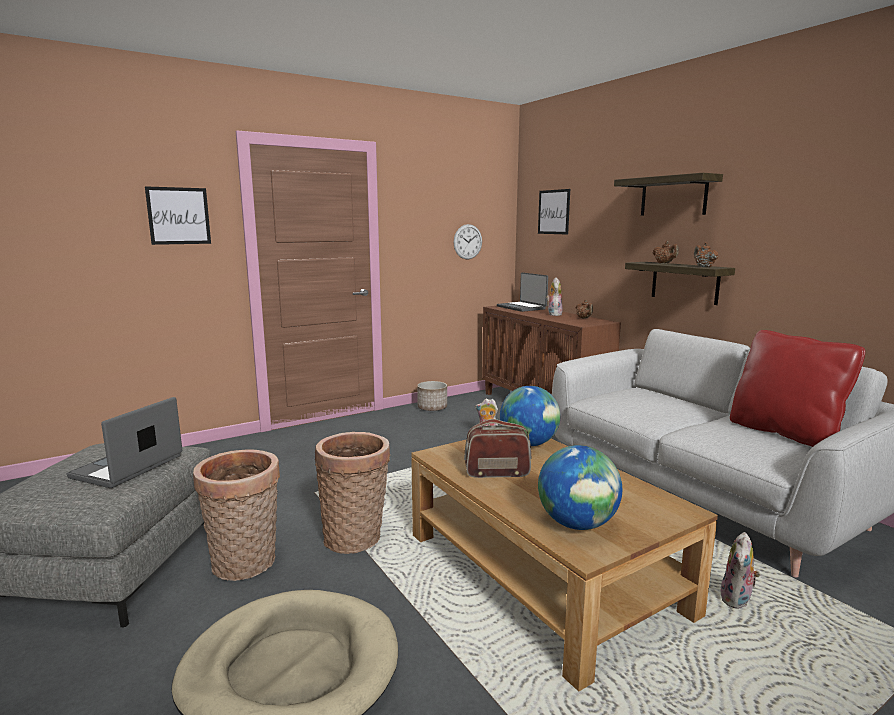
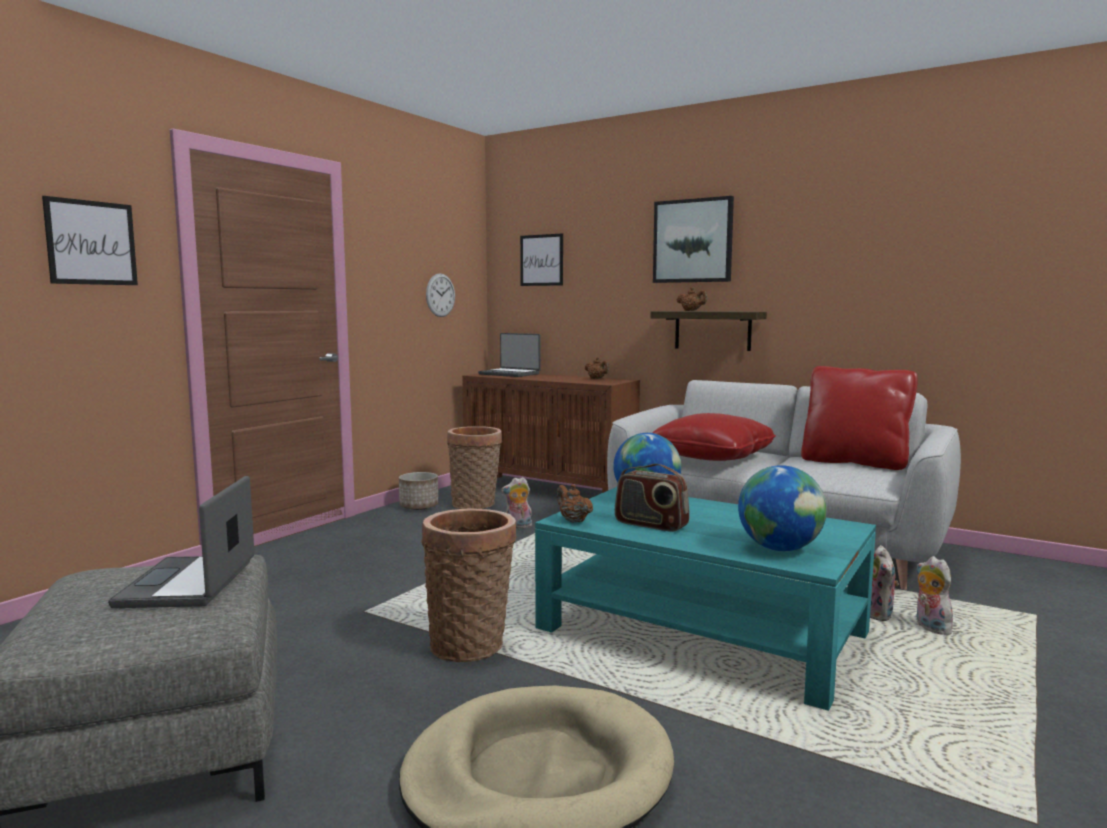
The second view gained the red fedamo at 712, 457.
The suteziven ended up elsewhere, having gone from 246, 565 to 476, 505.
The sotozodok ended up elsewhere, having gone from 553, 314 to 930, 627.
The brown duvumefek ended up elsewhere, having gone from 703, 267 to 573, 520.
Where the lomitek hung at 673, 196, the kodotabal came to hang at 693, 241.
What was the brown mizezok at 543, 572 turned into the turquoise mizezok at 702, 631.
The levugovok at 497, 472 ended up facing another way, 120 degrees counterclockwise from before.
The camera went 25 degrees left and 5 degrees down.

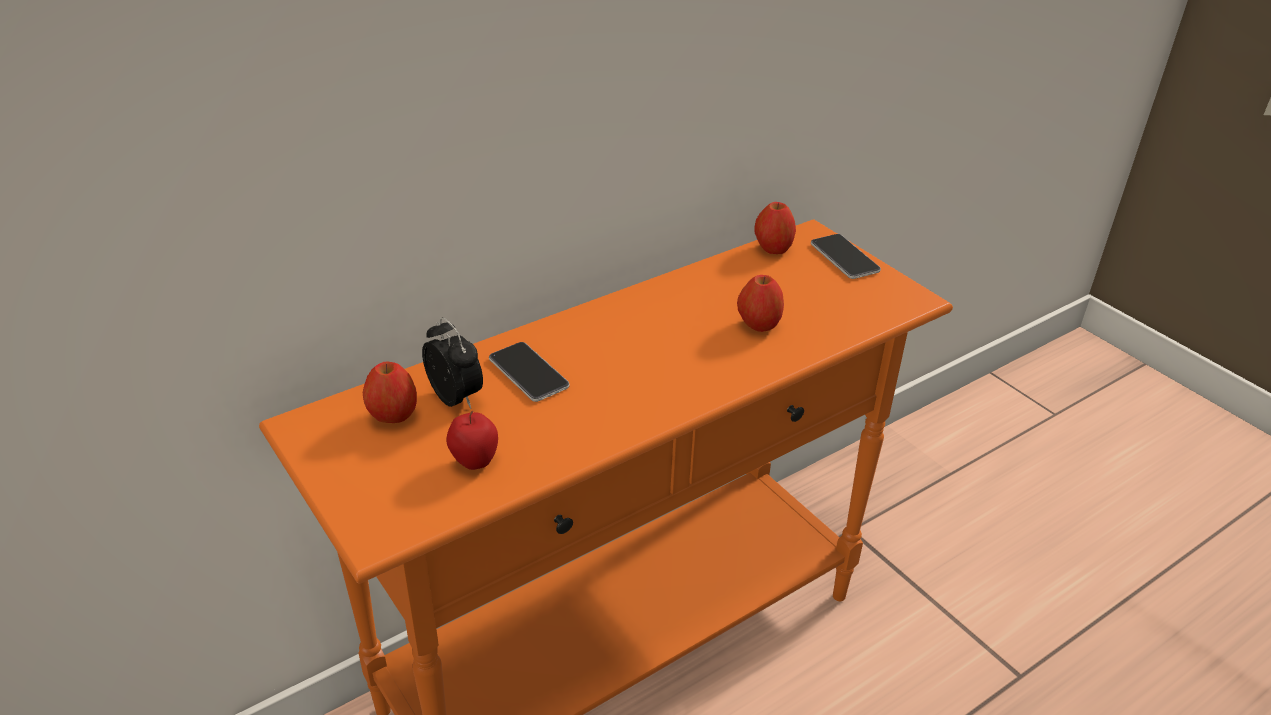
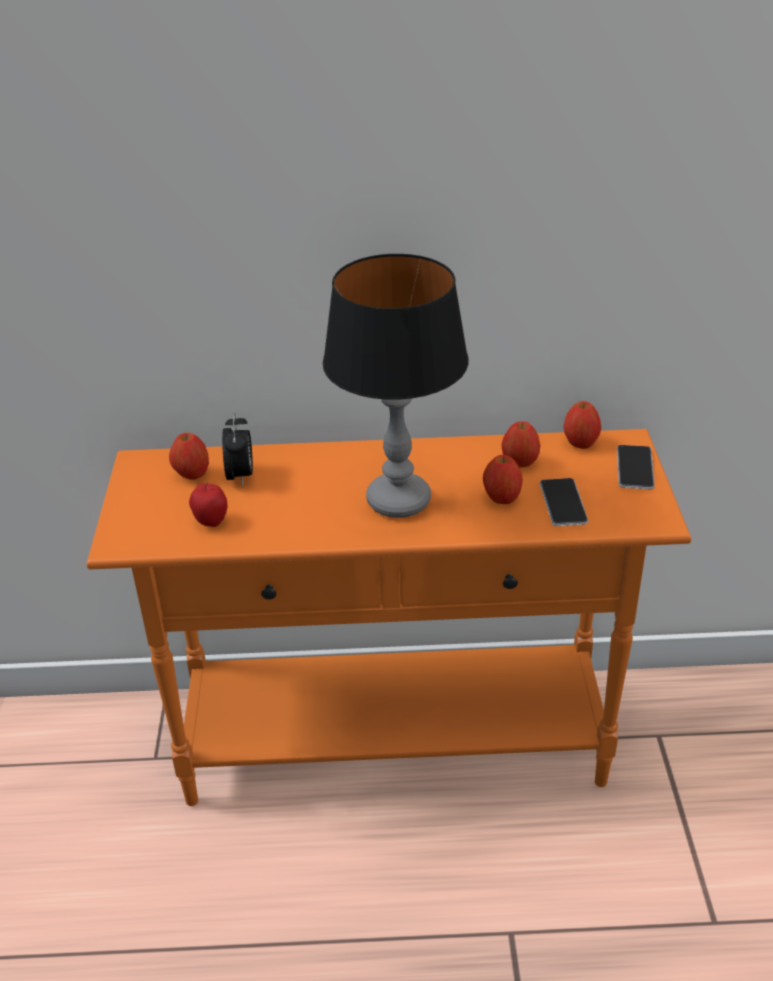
The second view gained the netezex at 398, 500.
The second view gained the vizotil at 519, 463.
The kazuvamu ended up elsewhere, having gone from 528, 373 to 563, 503.
The camera went 35 degrees right and 0 degrees up.

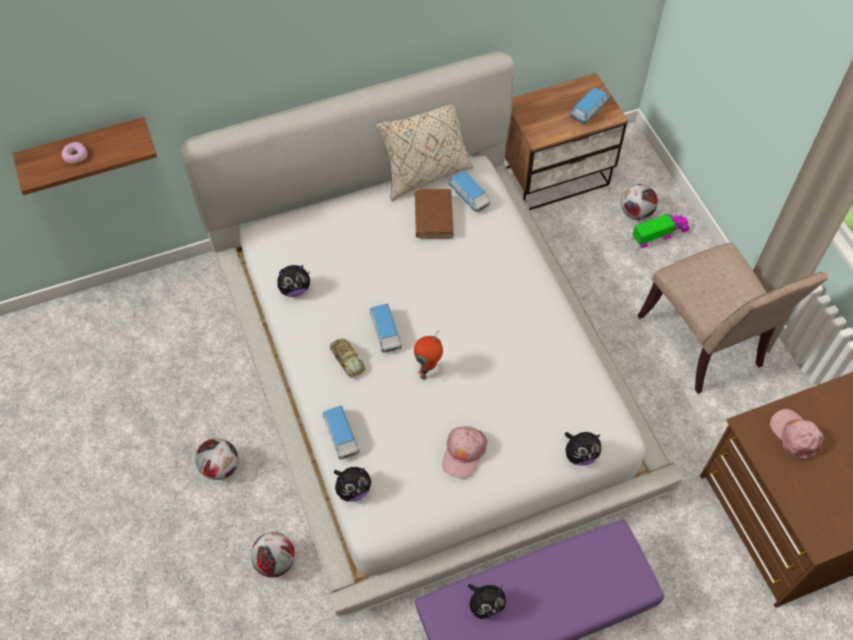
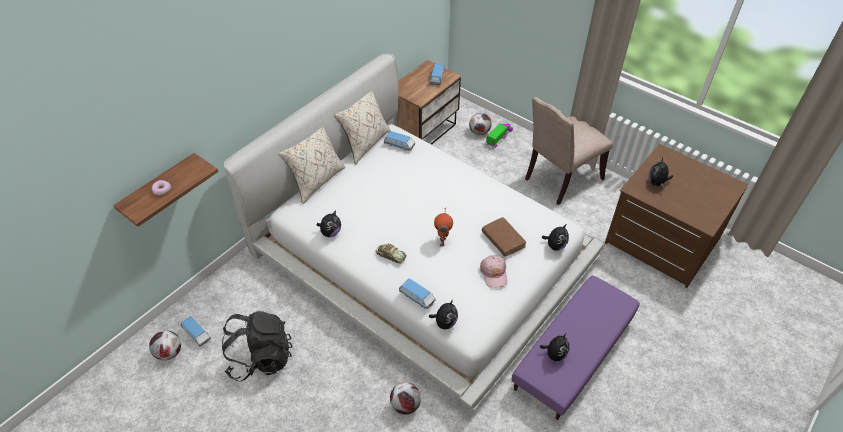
The second view gained the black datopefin at 261, 358.
The second view gained the beige fedamo at 316, 181.
The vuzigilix ended up elsewhere, having gone from 220, 467 to 169, 352.
The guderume ended up elsewhere, having gone from 385, 332 to 197, 334.
The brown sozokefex ended up elsewhere, having gone from 433, 218 to 503, 240.
Where the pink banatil stood at 795, 435, the sotozodok came to stand at 657, 183.
The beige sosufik at 705, 344 ended up facing another way, 105 degrees clockwise from before.
The camera went 30 degrees left and 10 degrees down.

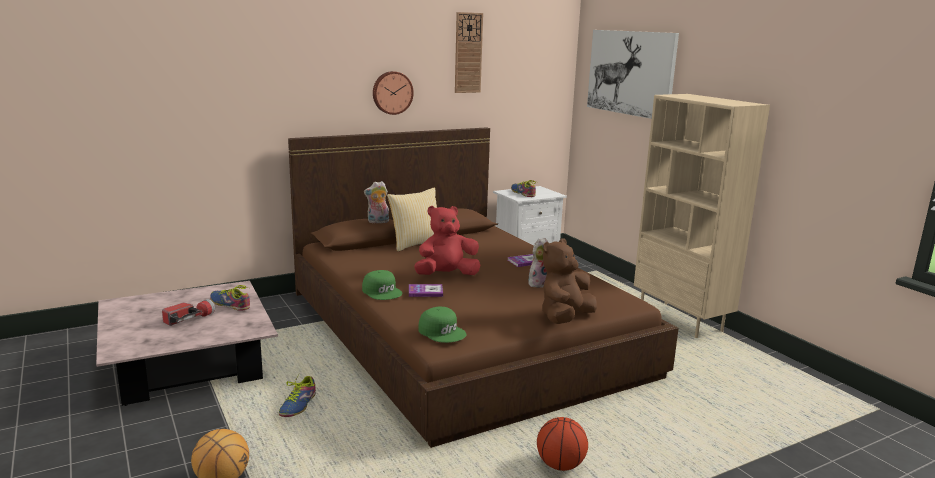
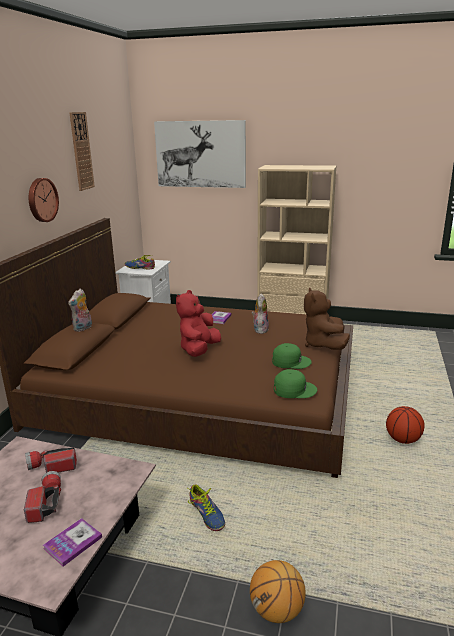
The second view lost the fedamo at 416, 244.
The green banatil ended up elsewhere, having gone from 382, 291 to 290, 361.
The sozokefex ended up elsewhere, having gone from 425, 292 to 73, 542.
Where the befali stood at 230, 304, the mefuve came to stand at 52, 466.
The camera went 45 degrees left and 5 degrees up.

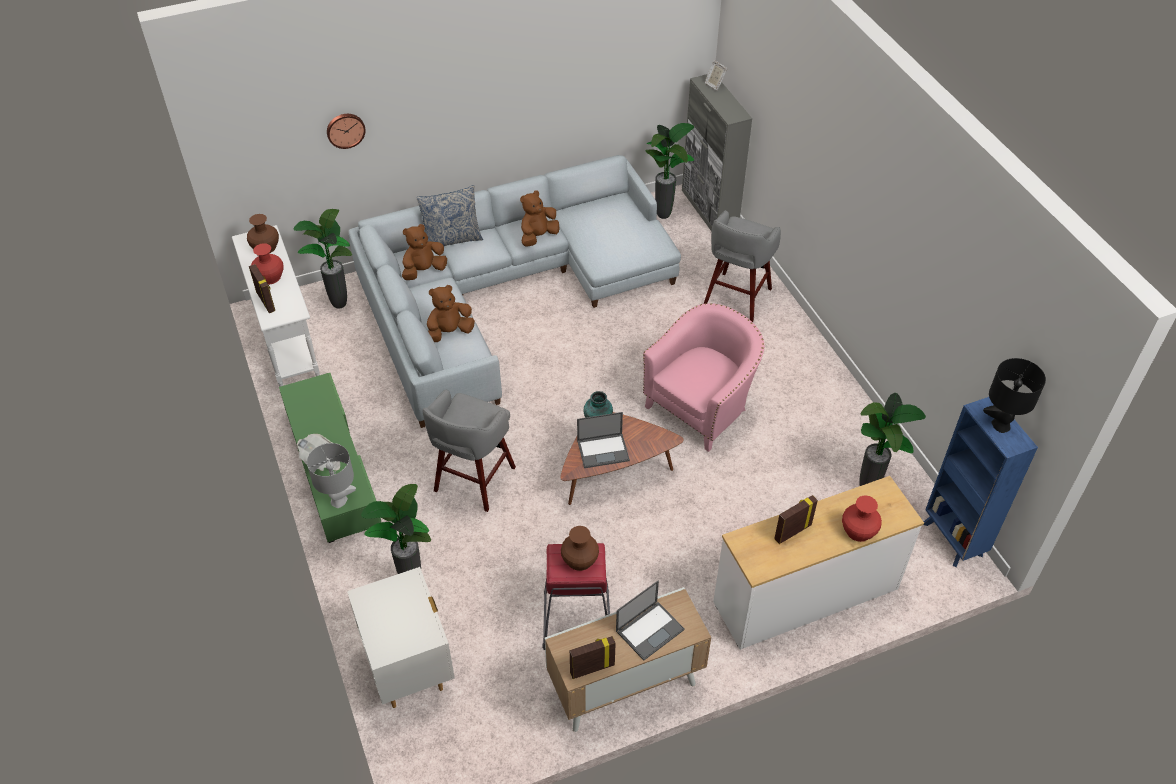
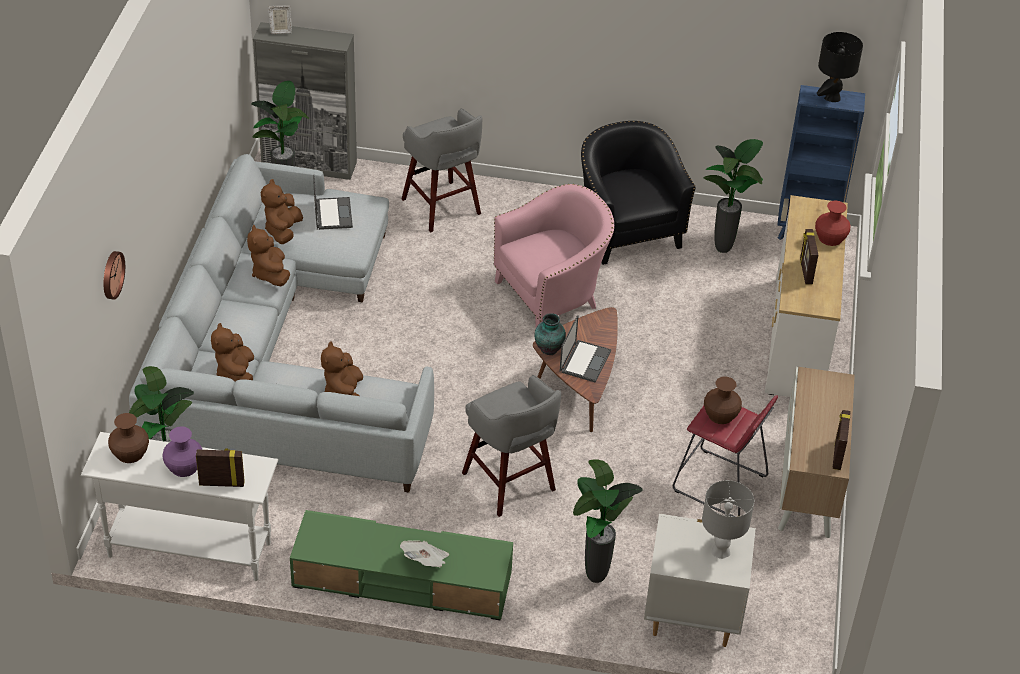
The second view lost the fedamo at 452, 239.
The second view gained the brown sotozodok at 283, 231.
The second view gained the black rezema at 627, 231.
The grey netezex ended up elsewhere, having gone from 339, 501 to 720, 550.
The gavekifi ended up elsewhere, having gone from 650, 629 to 332, 213.
What was the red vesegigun at 270, 277 turned into the purple vesegigun at 184, 466.
The pink rezema at 702, 407 ended up facing another way, 75 degrees clockwise from before.
The camera went 60 degrees left and 5 degrees down.

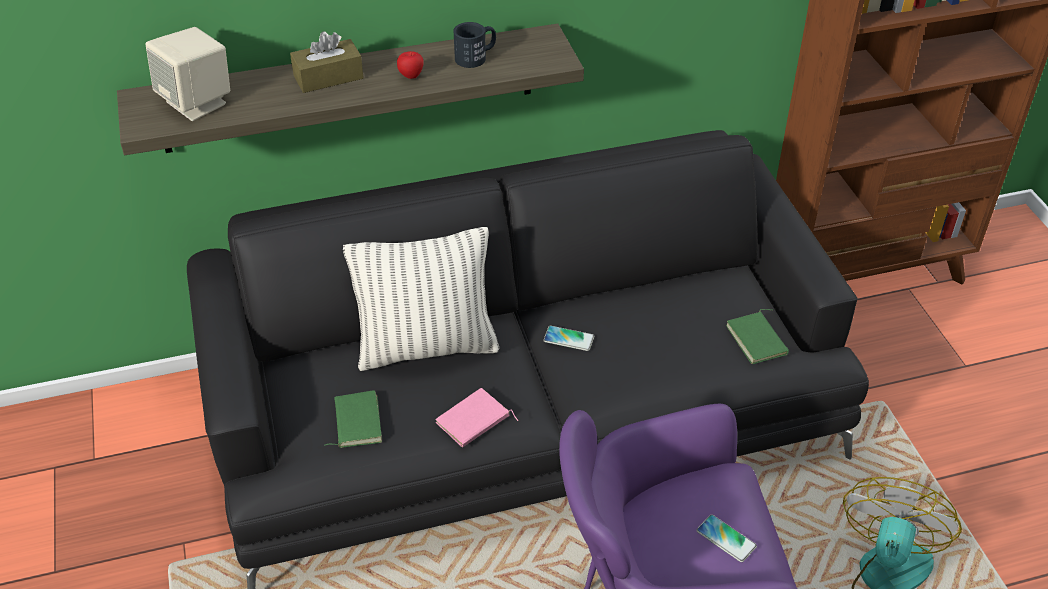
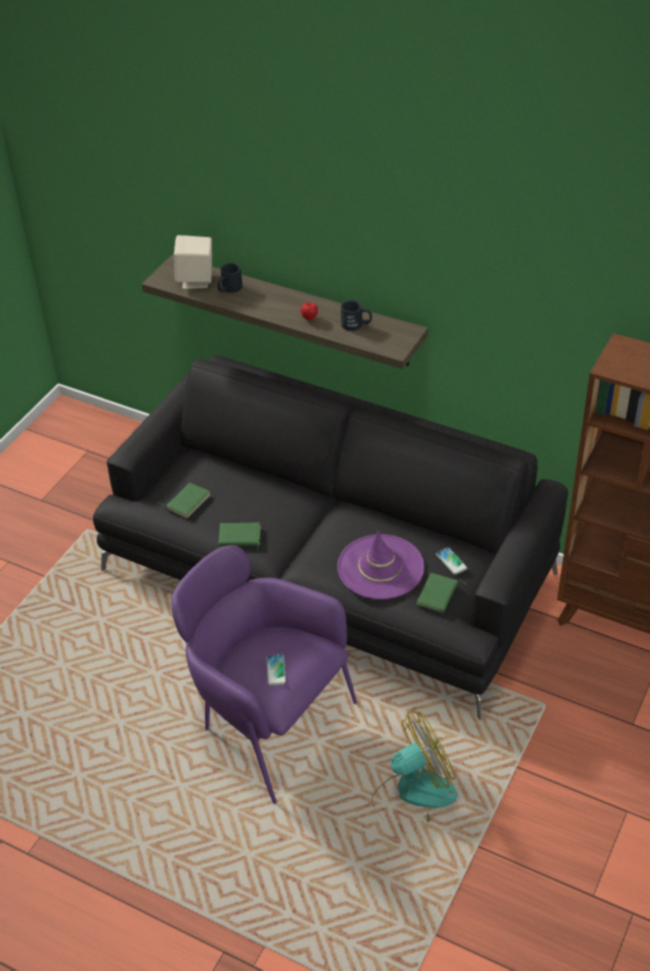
The second view lost the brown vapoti at 328, 77.
The second view lost the fedamo at 427, 347.
The second view gained the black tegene at 229, 289.
The second view gained the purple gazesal at 380, 567.
The kazuvamu ended up elsewhere, having gone from 568, 339 to 451, 561.
What was the pink sozokefex at 474, 422 turned into the green sozokefex at 239, 538.
The camera went 45 degrees right and 0 degrees up.

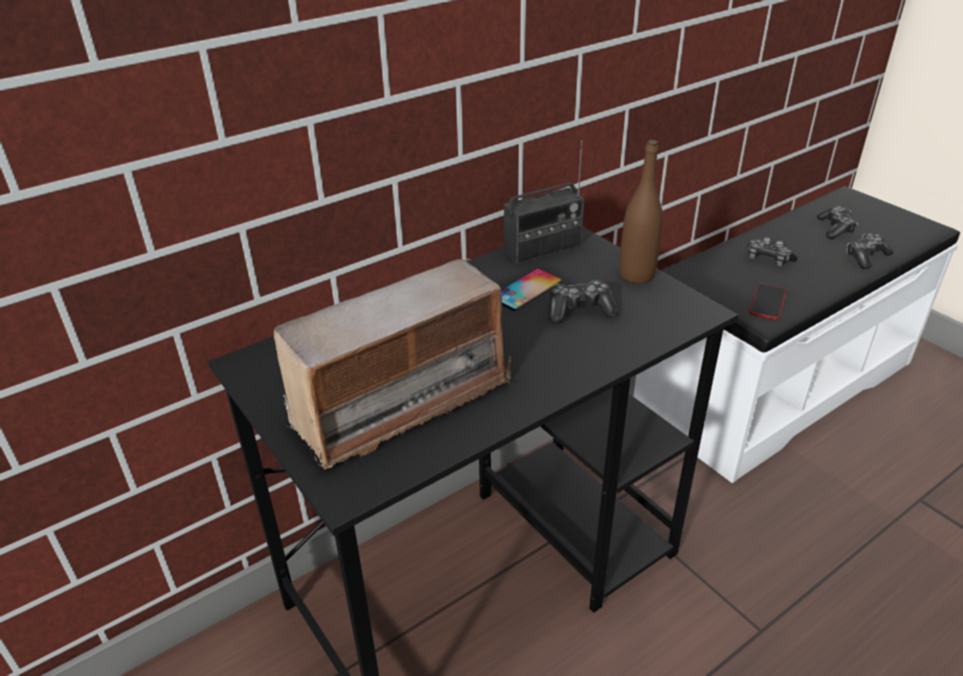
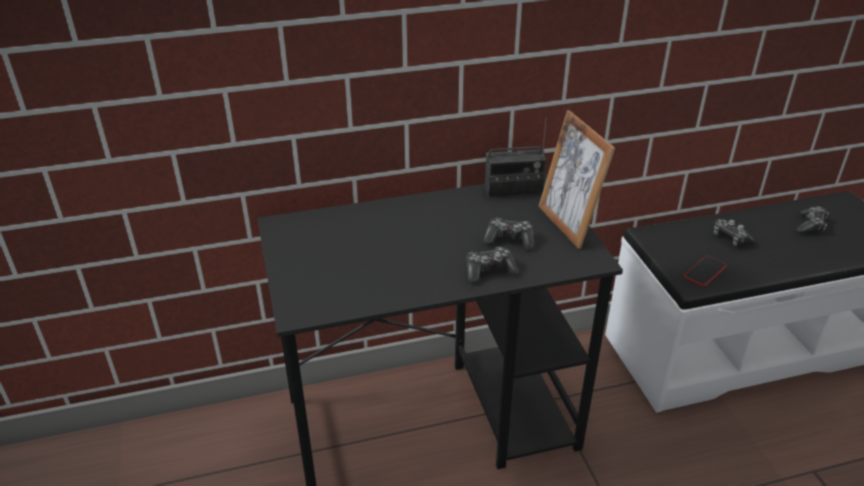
The second view lost the levugovok at 401, 402.
The second view lost the kazuvamu at 526, 290.
The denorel ended up elsewhere, having gone from 866, 257 to 489, 271.
Where the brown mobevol stood at 636, 275, the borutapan came to stand at 568, 224.
The camera went 20 degrees right and 0 degrees up.

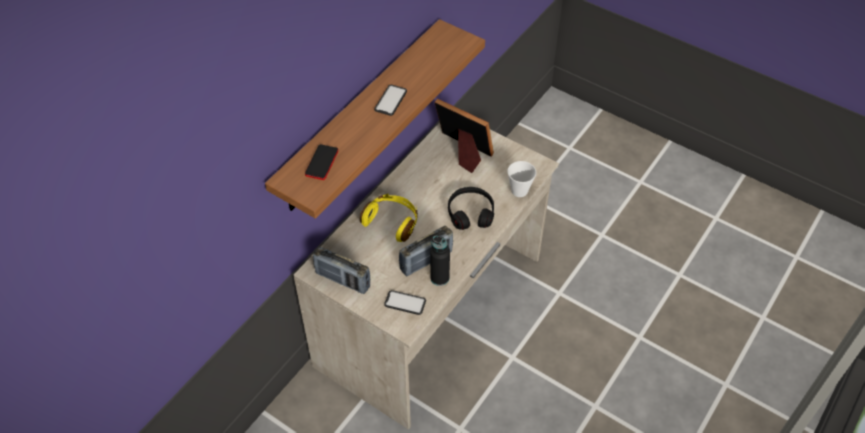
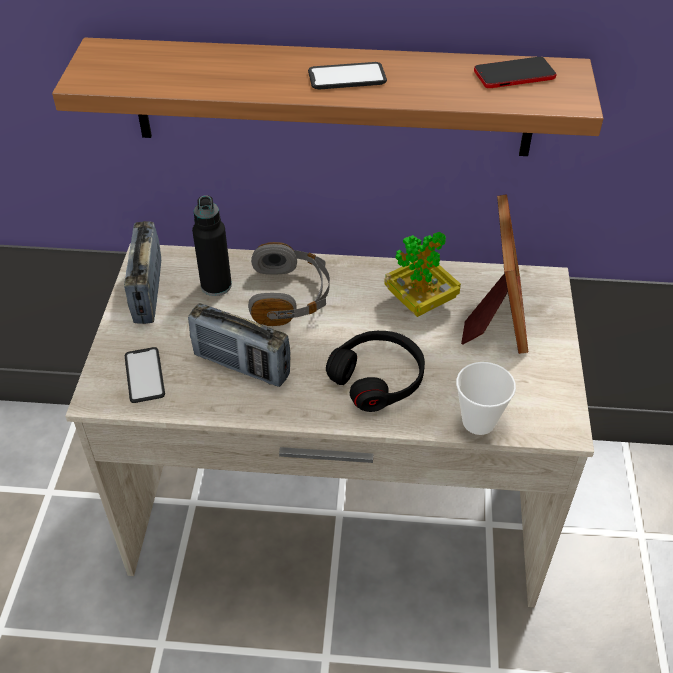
The second view gained the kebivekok at 420, 301.
The kazuvamu ended up elsewhere, having gone from 321, 163 to 514, 74.
The black mobevol ended up elsewhere, having gone from 439, 278 to 216, 285.
What was the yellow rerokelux at 392, 222 turned into the grey rerokelux at 290, 296.
The camera went 60 degrees right and 5 degrees down.

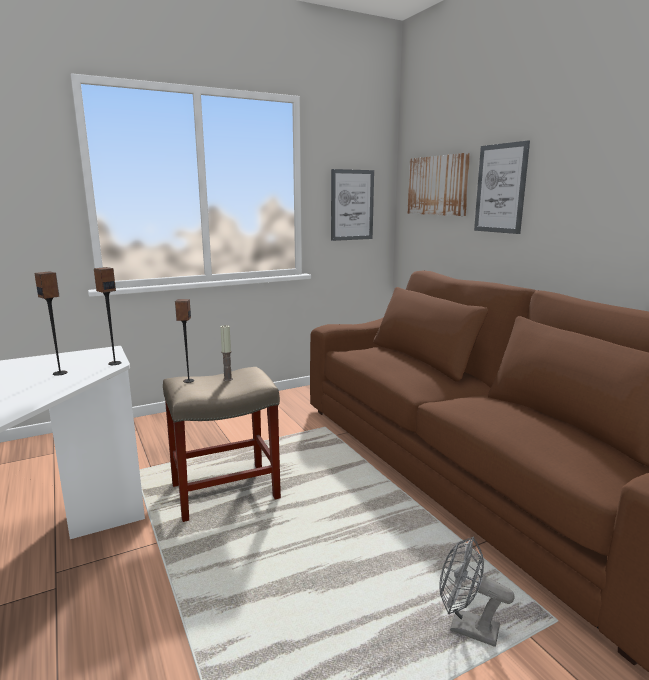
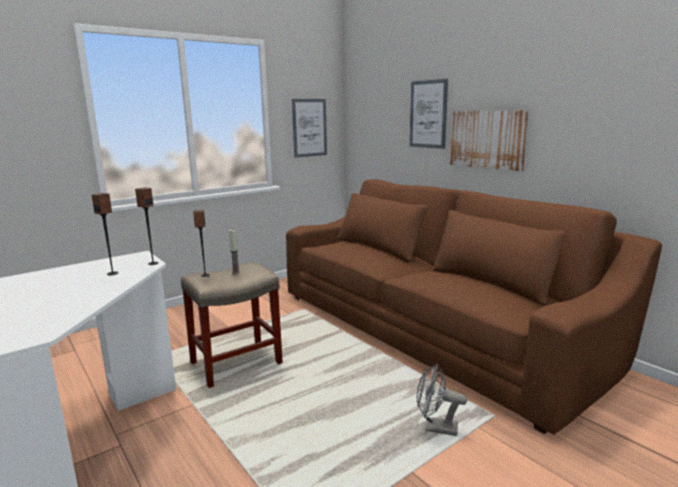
The kodotabal ended up elsewhere, having gone from 438, 185 to 487, 139.
The camera went 10 degrees left and 0 degrees up.

